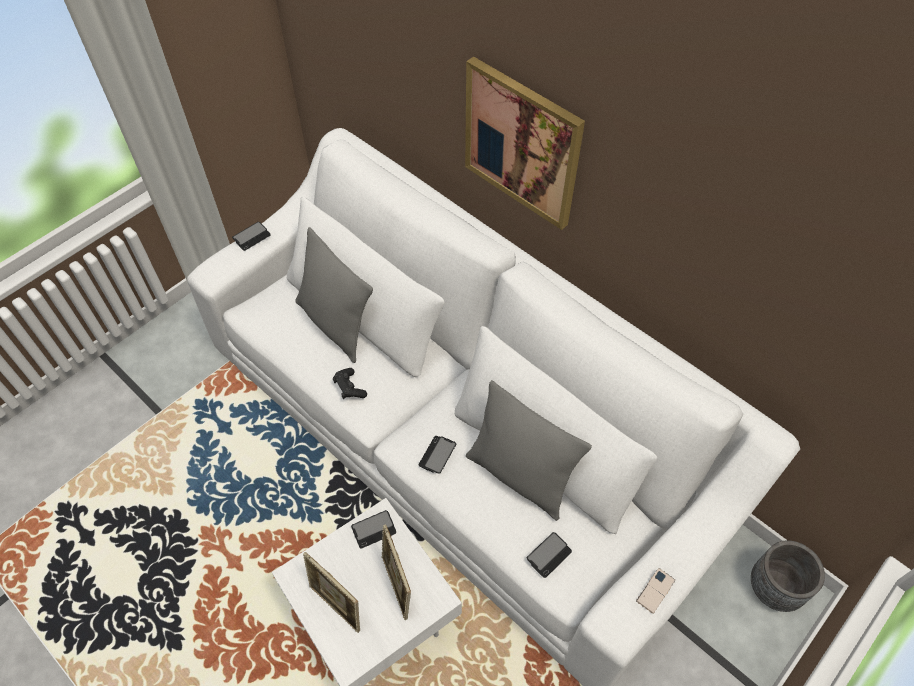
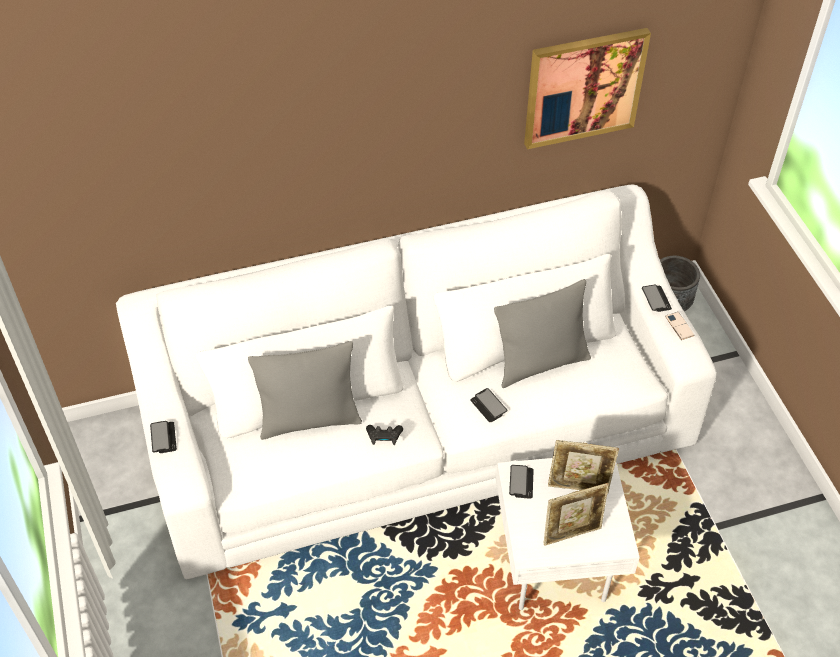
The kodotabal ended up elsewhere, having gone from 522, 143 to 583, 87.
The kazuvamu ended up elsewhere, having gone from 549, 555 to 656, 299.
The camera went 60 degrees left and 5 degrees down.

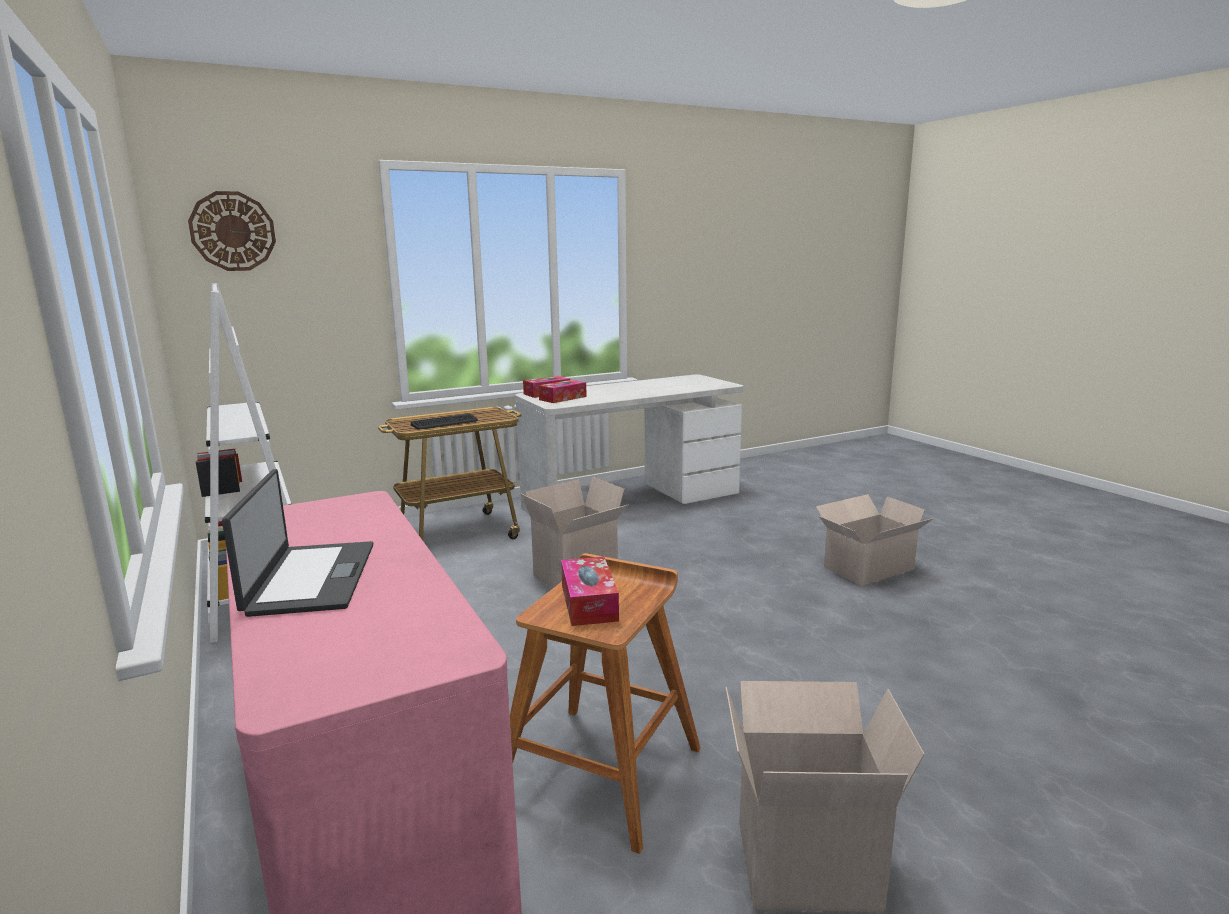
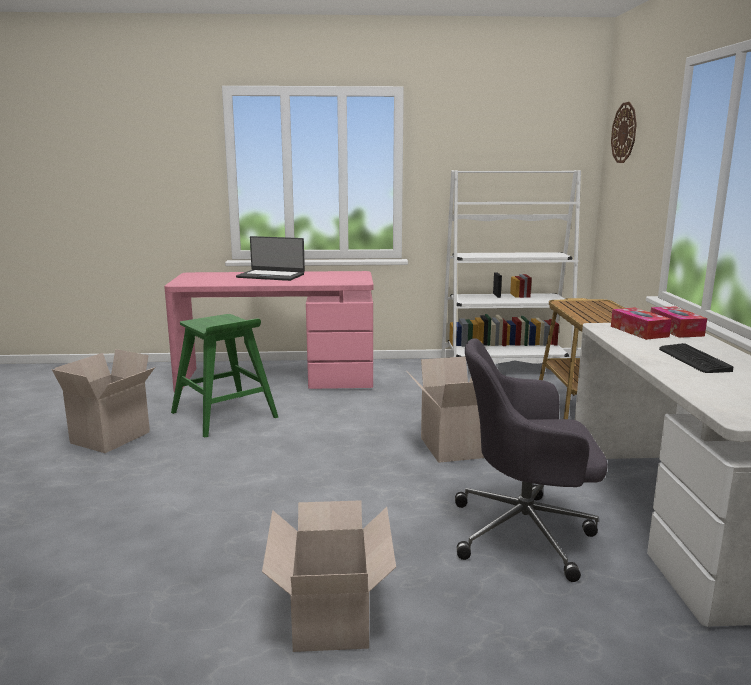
The second view lost the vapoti at 589, 602.
The second view gained the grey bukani at 526, 533.
The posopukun ended up elsewhere, having gone from 445, 423 to 693, 359.
What was the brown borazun at 602, 771 turned into the green borazun at 224, 415.
The camera went 115 degrees right and 0 degrees up.

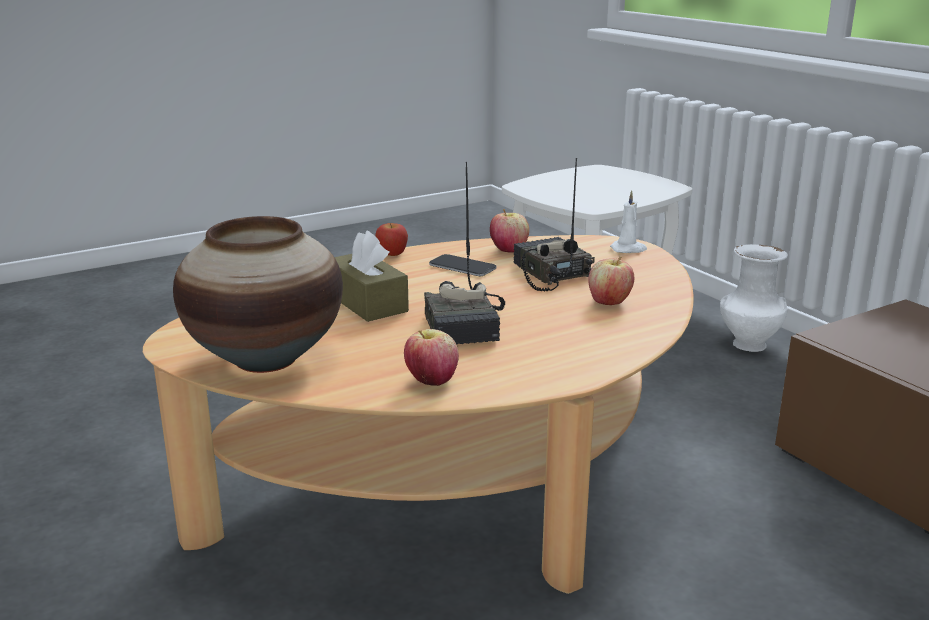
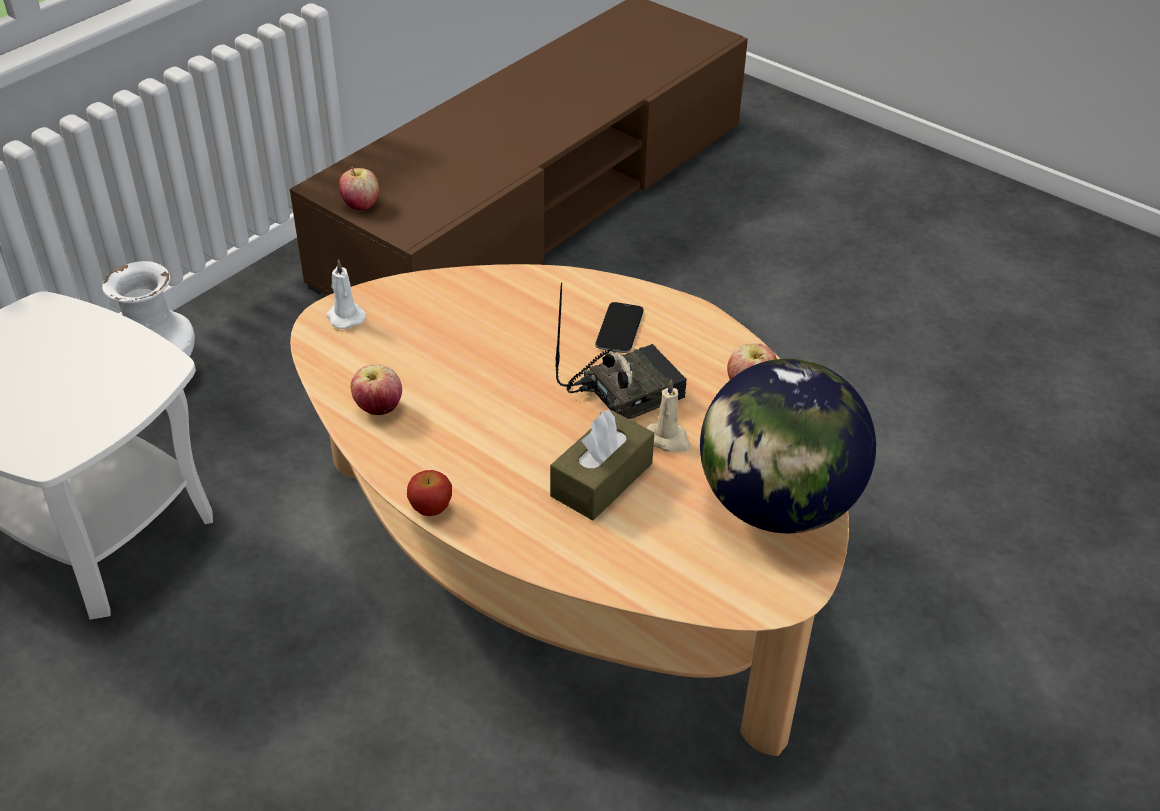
The second view lost the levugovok at 548, 274.
The second view gained the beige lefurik at 668, 439.
The kazuvamu ended up elsewhere, having gone from 462, 267 to 619, 329.
The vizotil ended up elsewhere, having gone from 609, 302 to 361, 205.
Where the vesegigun stood at 265, 359, the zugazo came to stand at 777, 506.
The camera went 110 degrees left and 20 degrees up.

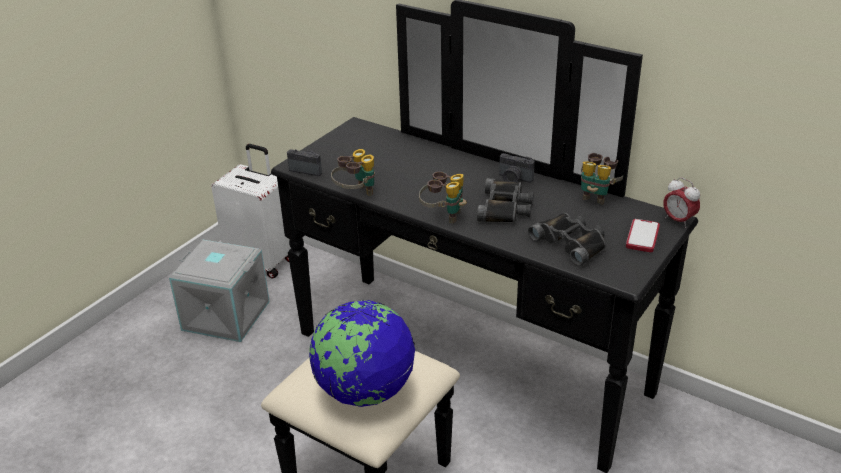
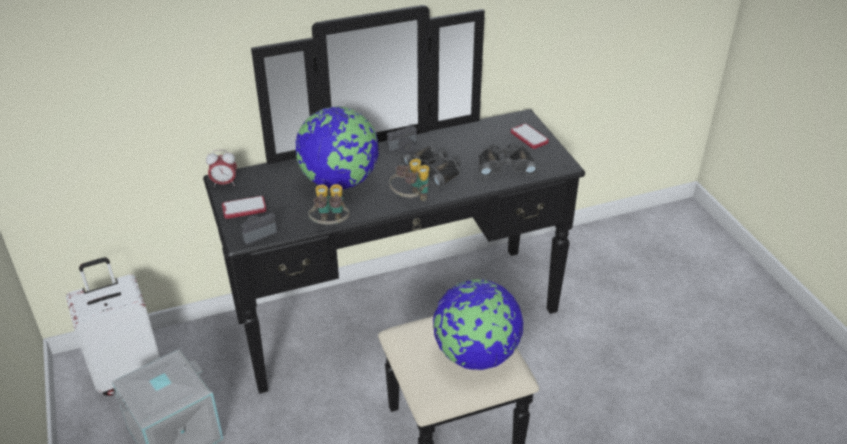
The second view lost the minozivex at 597, 196.
The second view gained the kazuvamu at 244, 208.
The second view gained the zugazo at 340, 182.
The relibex ended up elsewhere, having gone from 678, 221 to 224, 183.
The camera went 55 degrees left and 5 degrees up.

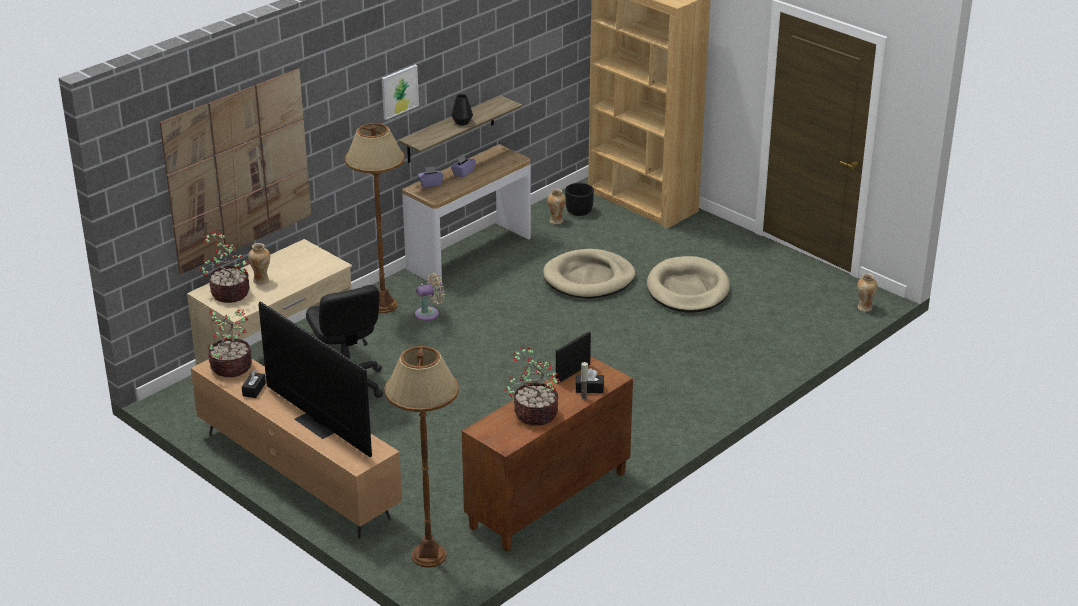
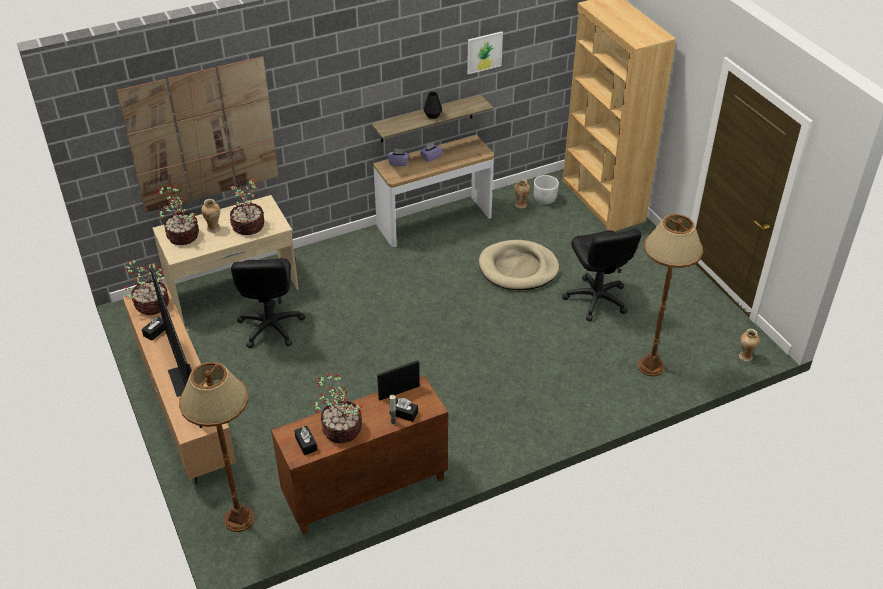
The second view lost the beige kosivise at 429, 313.
The second view gained the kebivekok at 248, 227.
The second view gained the black vapoti at 306, 444.
The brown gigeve ended up elsewhere, having gone from 383, 305 to 650, 366.
The kodotabal ended up elsewhere, having gone from 399, 91 to 484, 52.
Where the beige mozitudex stood at 688, 289, the black bukani came to stand at 596, 299.
What was the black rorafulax at 579, 211 turned into the white rorafulax at 544, 199.
The camera went 20 degrees right and 10 degrees up.

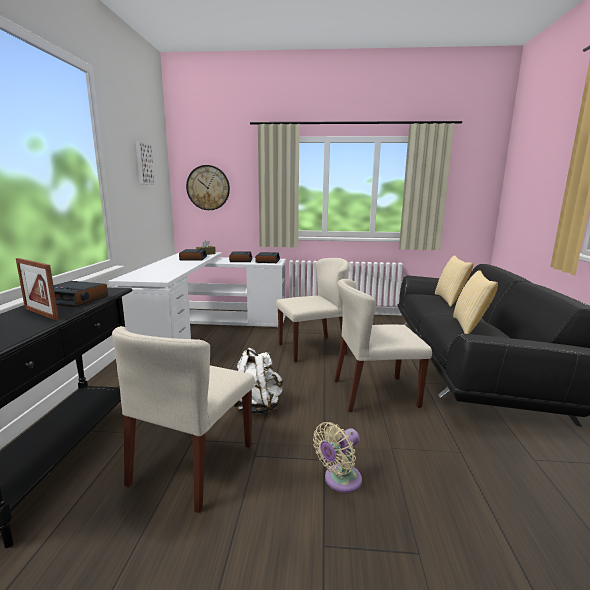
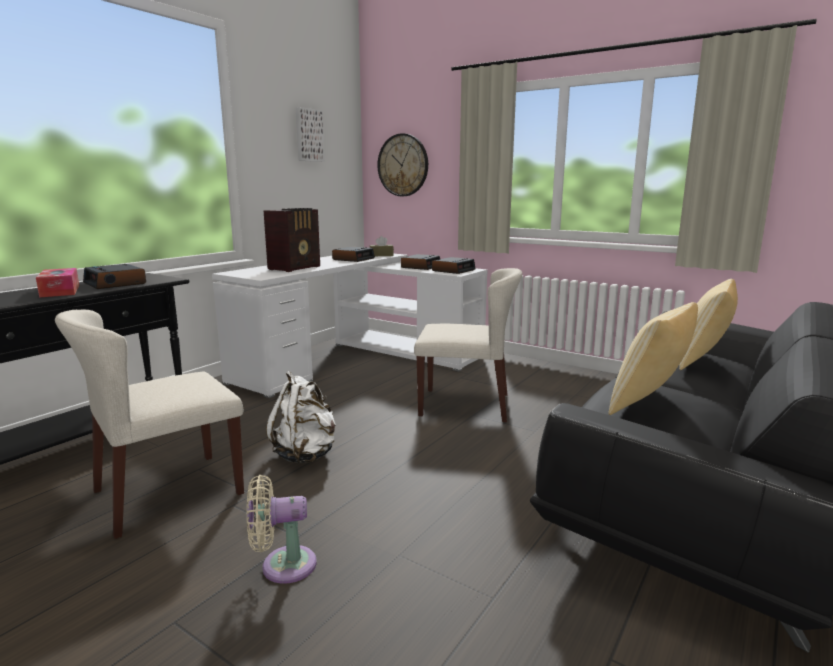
The second view lost the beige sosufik at 374, 393.
The second view gained the levugovok at 296, 268.
Where the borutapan stood at 41, 313, the vapoti came to stand at 60, 291.
The camera went 30 degrees right and 0 degrees up.

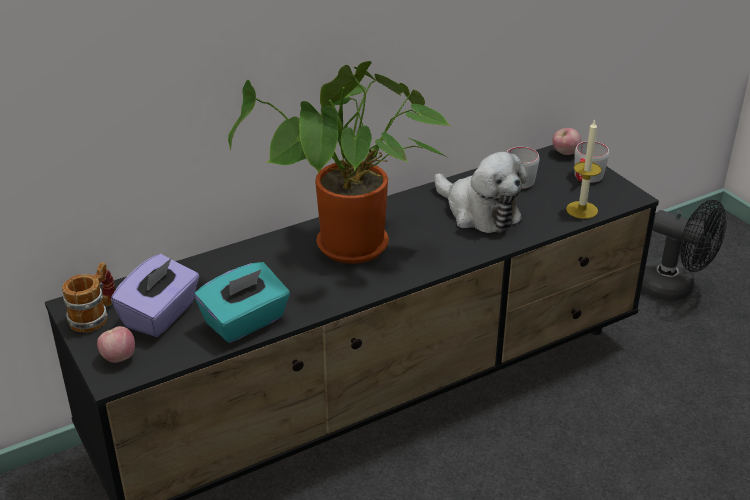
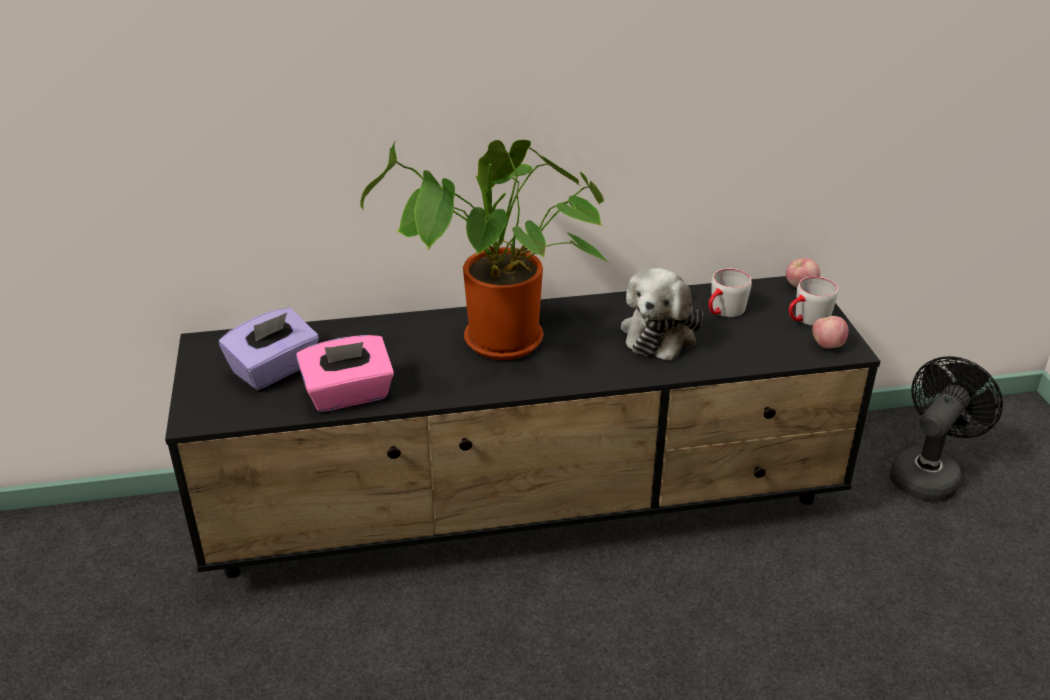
The second view lost the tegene at 94, 316.
The second view lost the lefurik at 582, 210.
The vizotil ended up elsewhere, having gone from 118, 357 to 827, 345.
What was the turquoise vapoti at 245, 322 turned into the pink vapoti at 349, 395.
The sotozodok at 479, 212 ended up facing another way, 45 degrees clockwise from before.
The black kosivise at 674, 288 ended up facing another way, 105 degrees counterclockwise from before.
The camera went 20 degrees right and 0 degrees up.

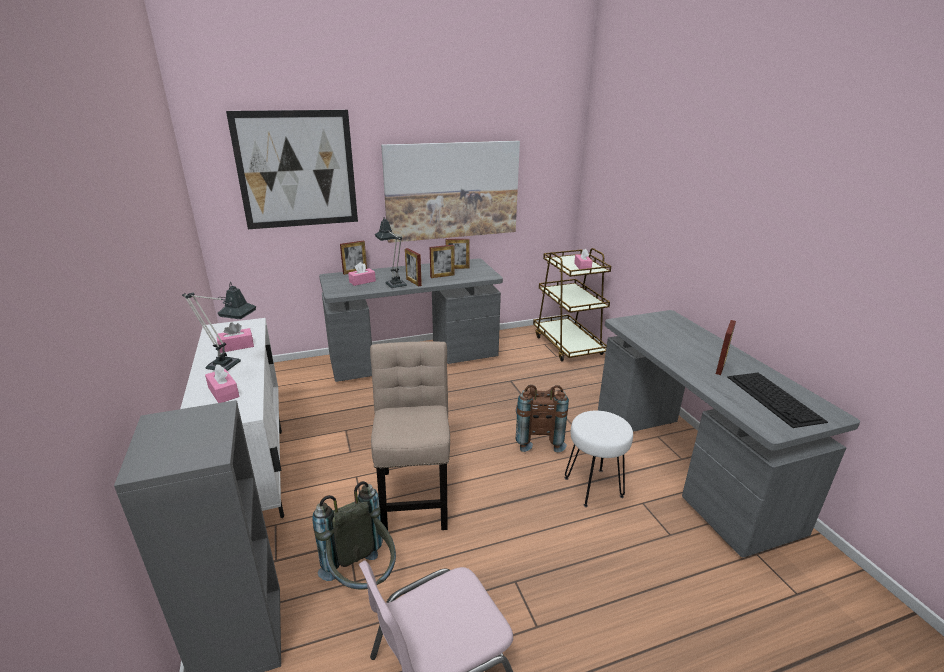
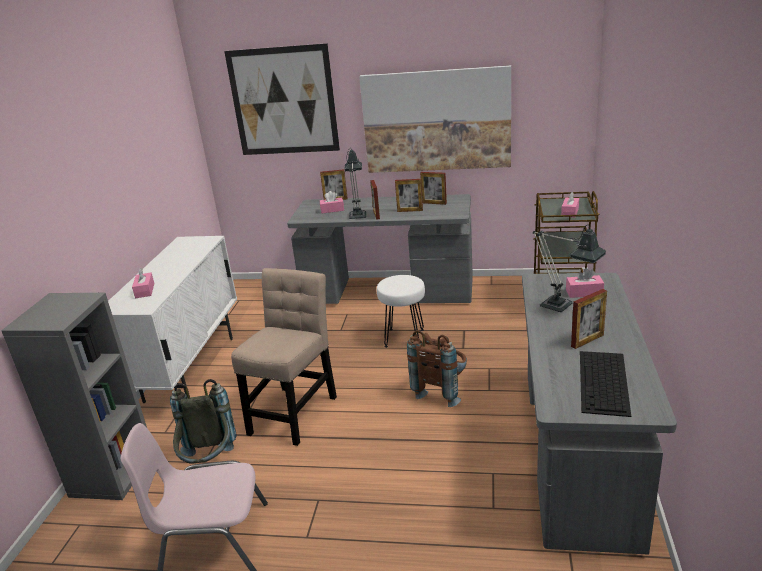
The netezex ended up elsewhere, having gone from 230, 367 to 563, 307.
The pink vapoti ended up elsewhere, having gone from 236, 346 to 584, 292.
The white borazun ended up elsewhere, having gone from 593, 487 to 404, 338.
The camera went 30 degrees right and 0 degrees up.

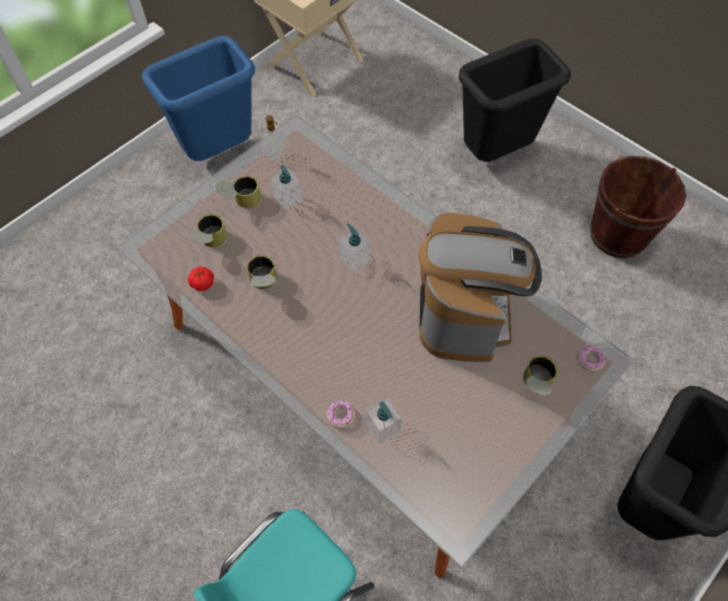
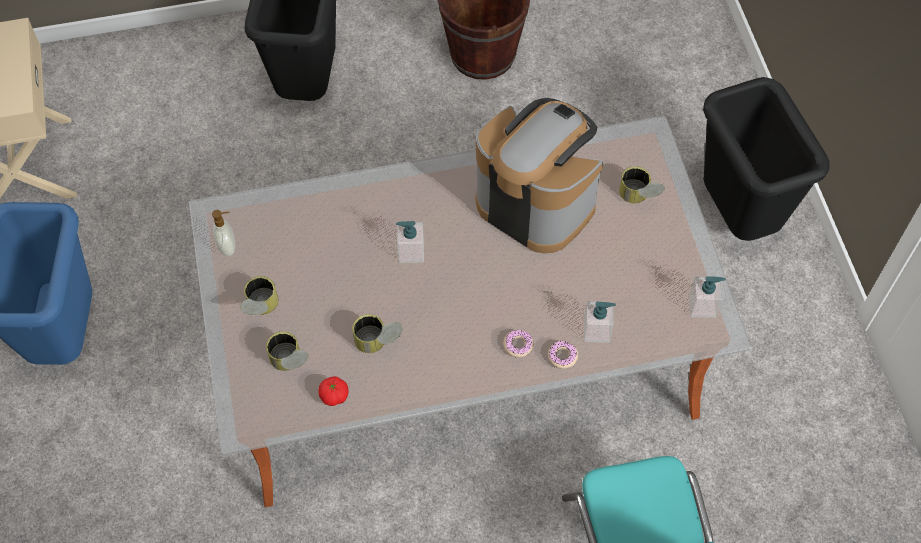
The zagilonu ended up elsewhere, having gone from 288, 199 to 702, 306.
The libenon ended up elsewhere, having gone from 590, 360 to 518, 345.
The camera went 55 degrees left and 0 degrees up.

